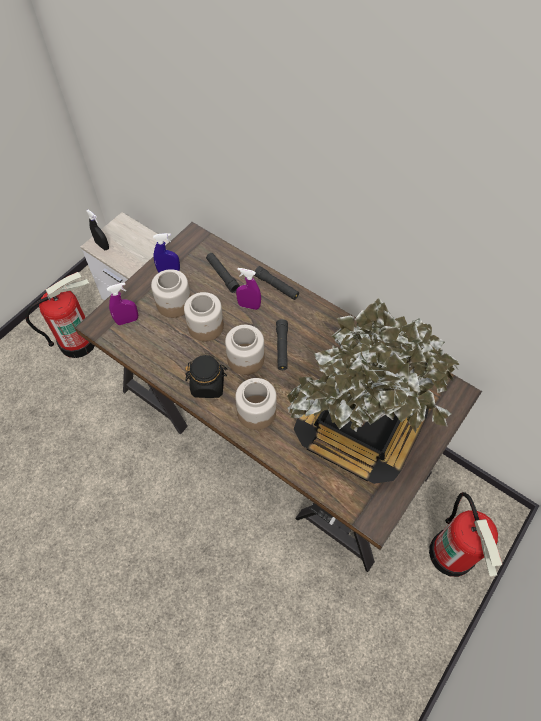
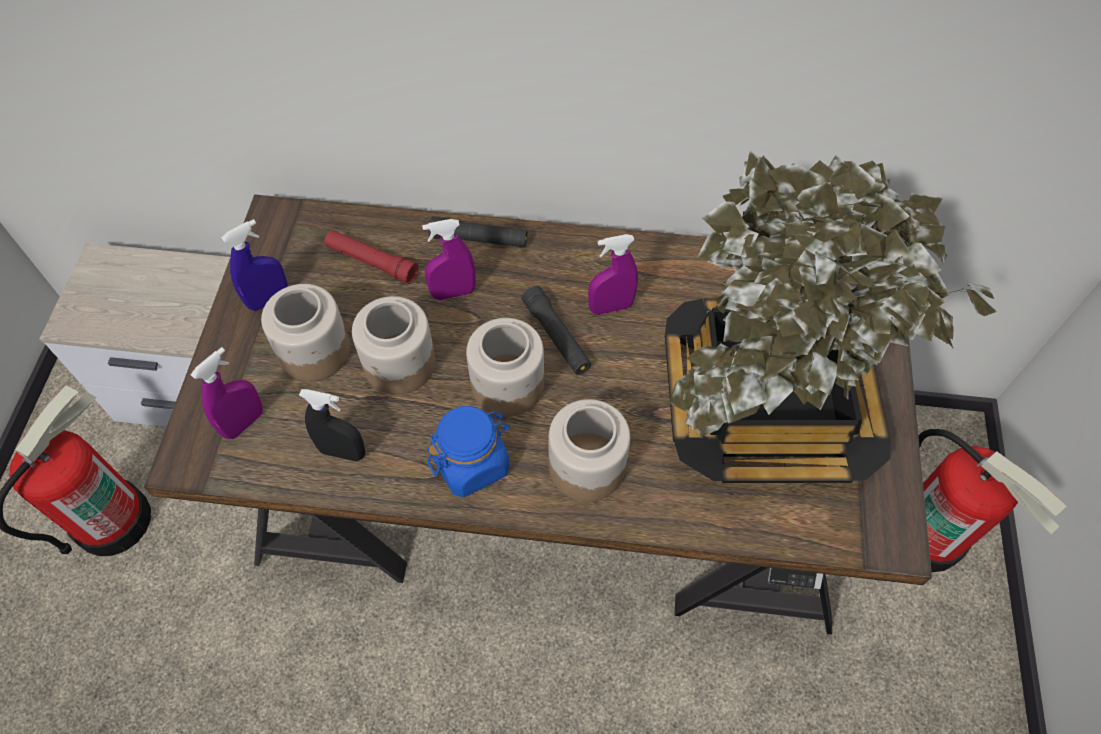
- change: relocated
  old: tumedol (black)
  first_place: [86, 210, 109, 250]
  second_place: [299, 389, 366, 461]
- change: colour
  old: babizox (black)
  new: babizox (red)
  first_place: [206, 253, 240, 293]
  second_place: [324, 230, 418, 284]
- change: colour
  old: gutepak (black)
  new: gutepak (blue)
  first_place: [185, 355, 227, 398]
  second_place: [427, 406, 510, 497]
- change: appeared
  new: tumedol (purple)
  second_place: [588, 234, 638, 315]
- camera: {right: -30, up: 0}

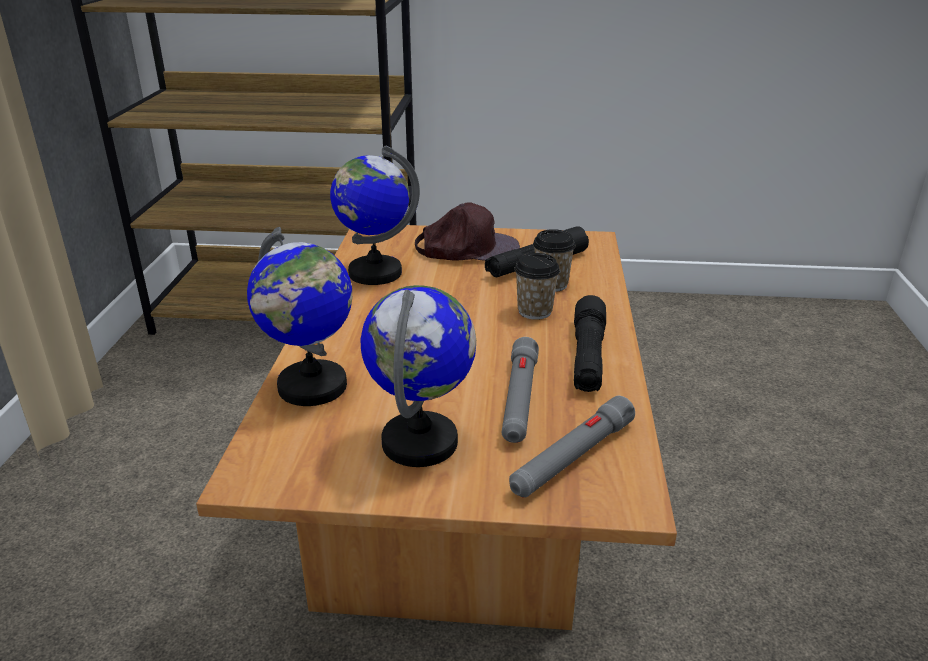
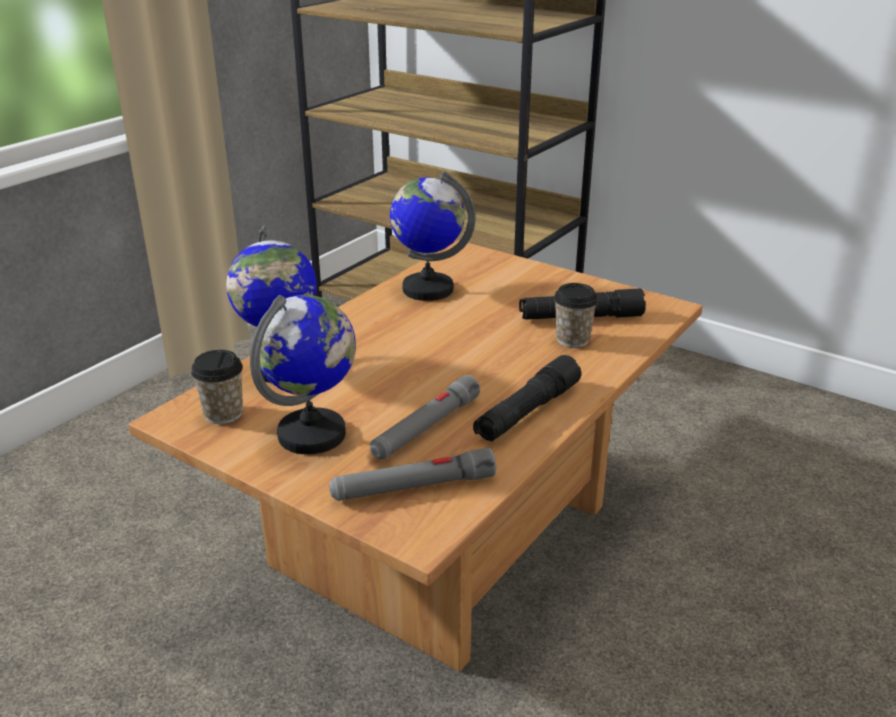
- change: missing
  old: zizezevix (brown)
  first_place: [415, 202, 520, 261]
- change: relocated
  old: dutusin
  first_place: [514, 253, 560, 320]
  second_place: [191, 350, 243, 424]
- camera: {right: 30, up: 0}

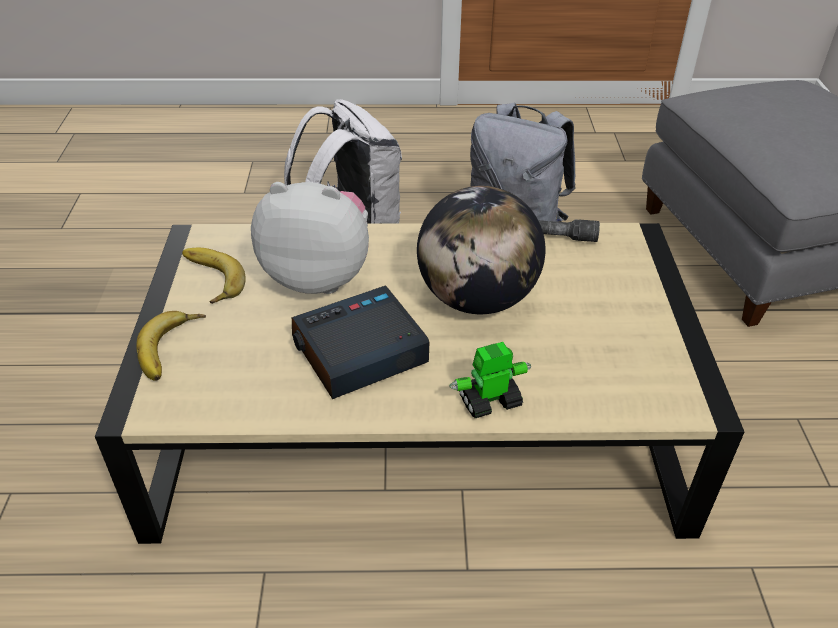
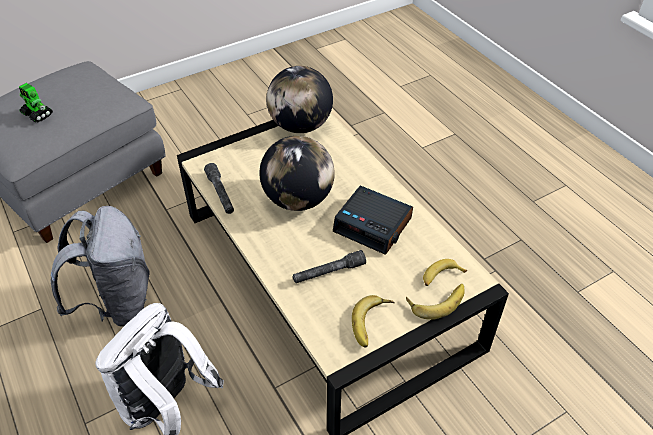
- change: exchanged
  old: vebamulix
  new: babizox (grey)
  first_place: [251, 182, 369, 294]
  second_place: [293, 250, 366, 283]
- change: relocated
  old: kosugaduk
  first_place: [449, 342, 531, 418]
  second_place: [19, 83, 53, 123]
- change: appeared
  new: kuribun
  second_place: [266, 66, 333, 133]
- change: appeared
  new: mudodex
  second_place: [423, 259, 467, 286]
- camera: {right: -120, up: 5}

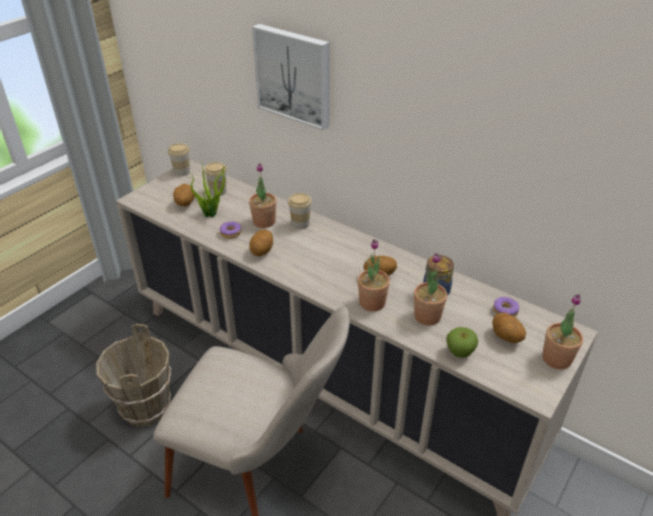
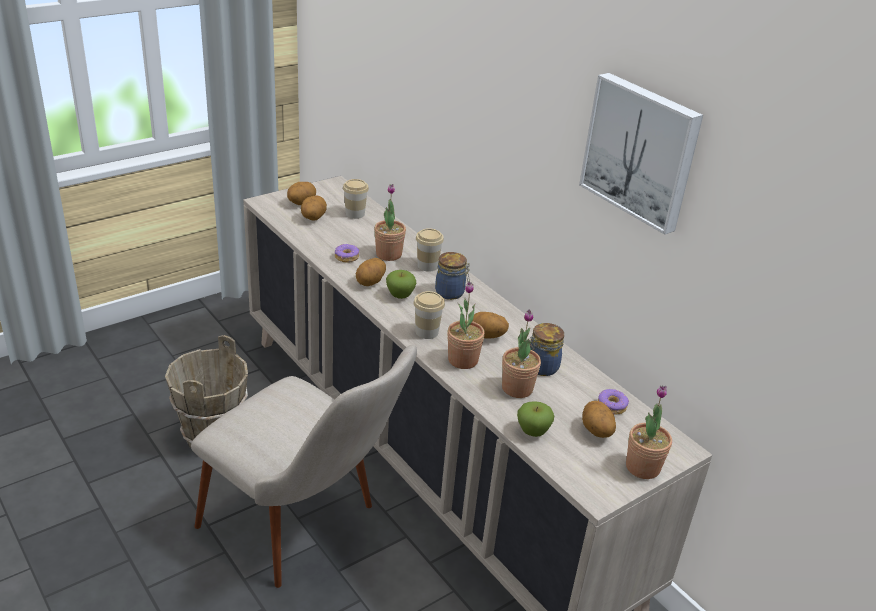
- change: relocated
  old: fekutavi
  first_place: [252, 24, 329, 130]
  second_place: [579, 73, 703, 235]
- change: relocated
  old: dutusin
  first_place: [168, 143, 190, 176]
  second_place: [413, 291, 445, 339]
- change: missing
  old: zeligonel
  first_place: [191, 162, 227, 217]
- change: appeared
  new: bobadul
  second_place: [287, 182, 316, 205]
- change: appeared
  new: gutepak
  second_place: [435, 252, 470, 300]
- change: appeared
  new: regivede
  second_place: [386, 270, 417, 299]
- camera: {right: 15, up: -5}

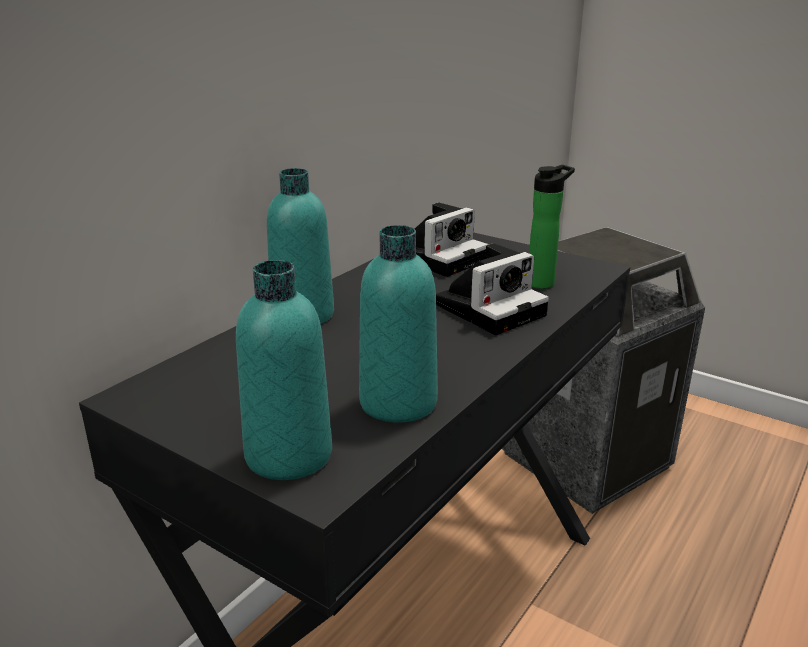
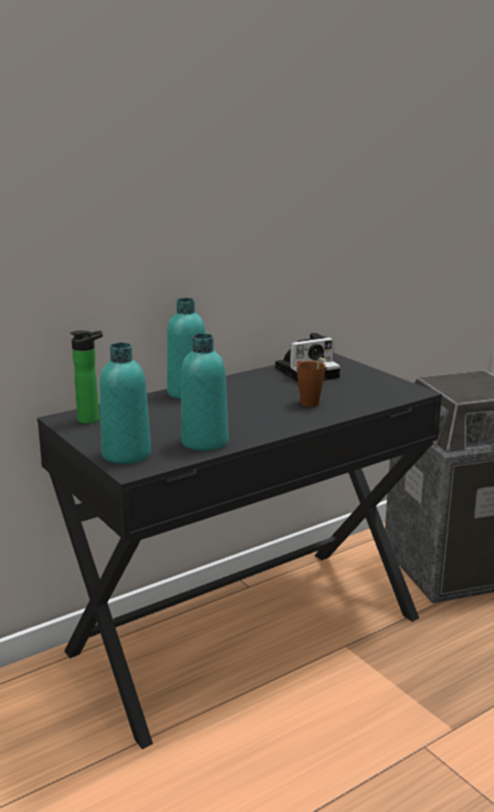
- change: relocated
  old: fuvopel
  first_place: [529, 165, 575, 289]
  second_place: [70, 330, 103, 424]
- change: exchanged
  old: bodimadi
  new: dutusin (brown)
  first_place: [436, 243, 549, 335]
  second_place: [296, 357, 326, 407]
- camera: {right: 20, up: -5}

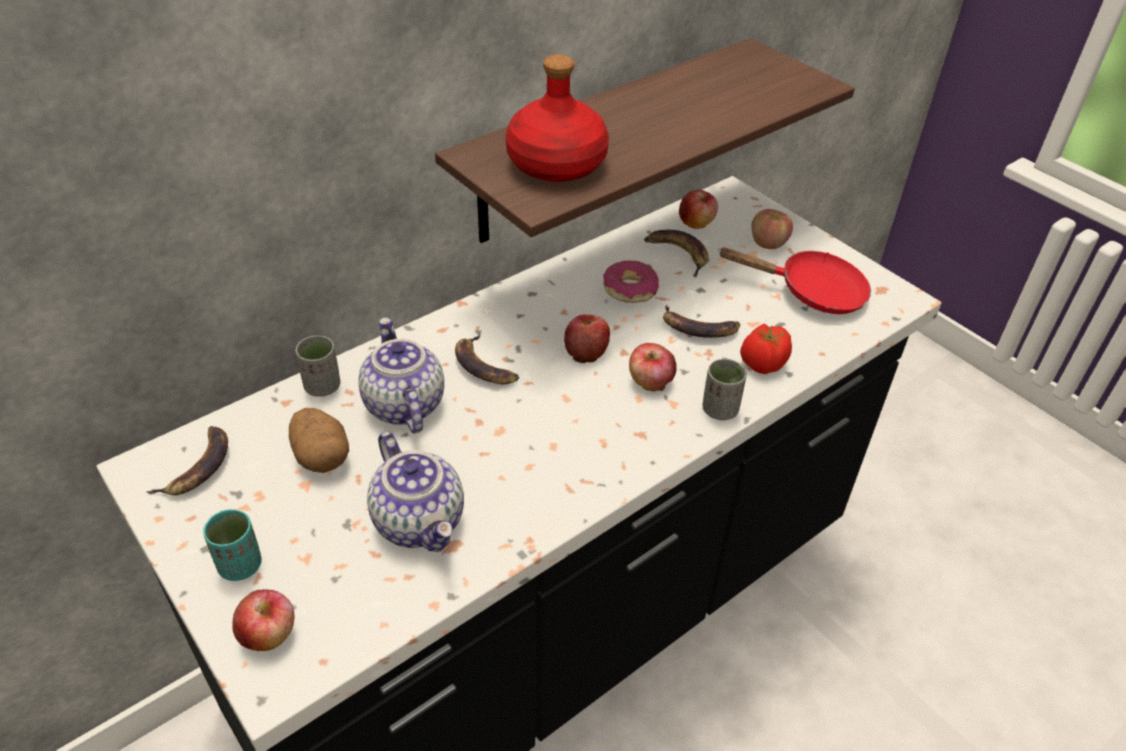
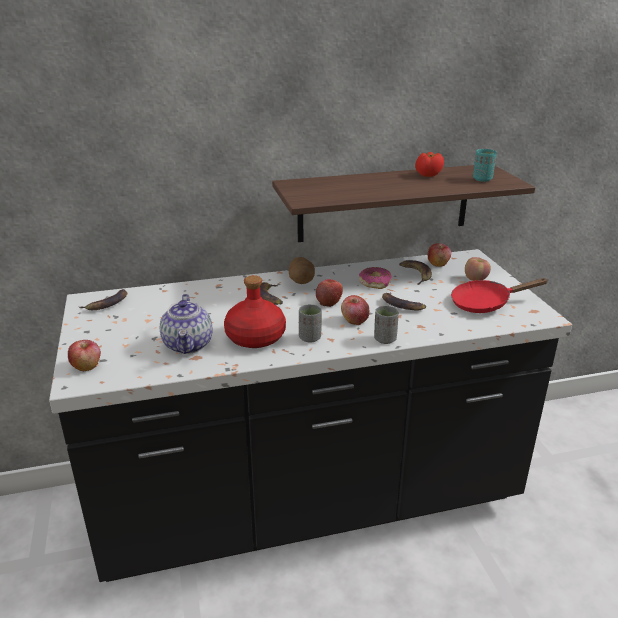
- change: relocated
  old: fuvopel (red)
  first_place: [505, 54, 609, 182]
  second_place: [224, 275, 286, 348]
- change: spun
  old: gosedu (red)
  first_place: [718, 247, 871, 314]
  second_place: [451, 278, 547, 313]
  degrees: 135
- change: missing
  old: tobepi
  first_place: [358, 317, 444, 433]
- change: relocated
  old: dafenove
  first_place: [740, 323, 792, 374]
  second_place: [415, 152, 444, 177]
- change: relocated
  old: dutusin (grey)
  first_place: [295, 336, 340, 397]
  second_place: [299, 304, 322, 343]
- change: relocated
  old: bobadul
  first_place: [289, 408, 349, 473]
  second_place: [289, 257, 315, 284]
- change: relocated
  old: dutusin (turquoise)
  first_place: [203, 509, 262, 581]
  second_place: [473, 149, 497, 182]
- camera: {right: 25, up: -15}

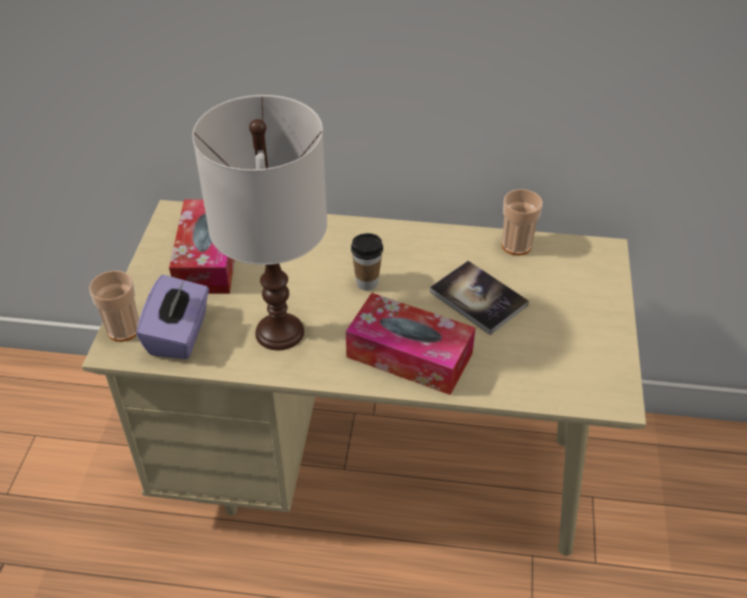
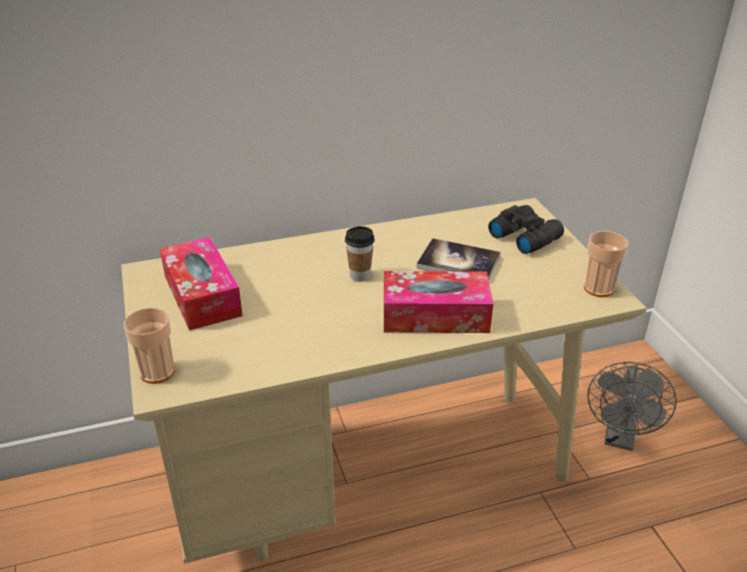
- change: missing
  old: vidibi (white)
  first_place: [192, 95, 327, 350]
- change: relocated
  old: dutusin
  first_place: [502, 189, 543, 255]
  second_place: [584, 231, 629, 297]
- change: missing
  old: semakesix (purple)
  first_place: [136, 275, 209, 359]
- change: appeared
  new: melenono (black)
  second_place: [488, 205, 564, 254]
- change: appeared
  new: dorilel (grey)
  second_place: [587, 362, 677, 451]
- camera: {right: -25, up: -10}

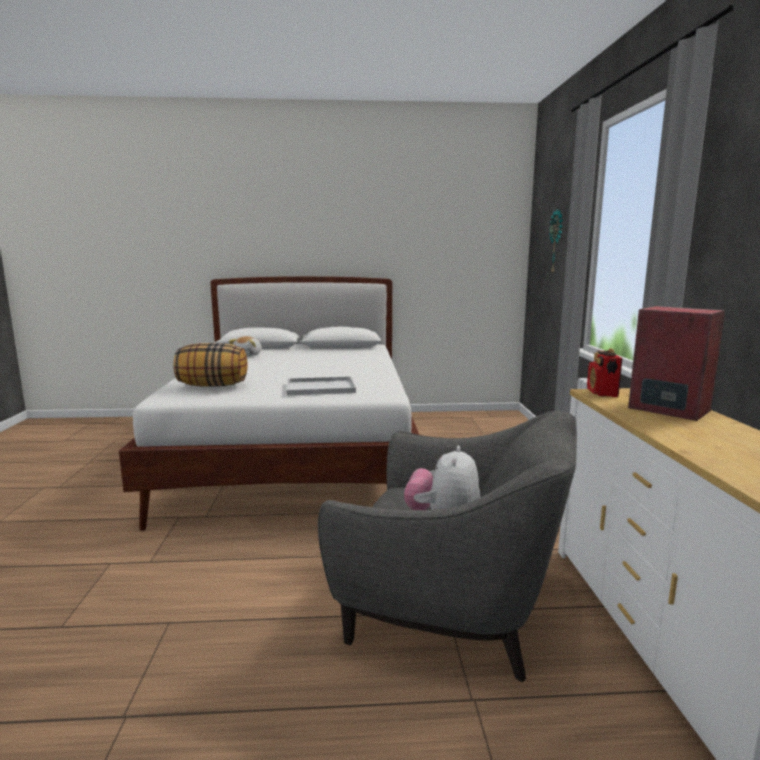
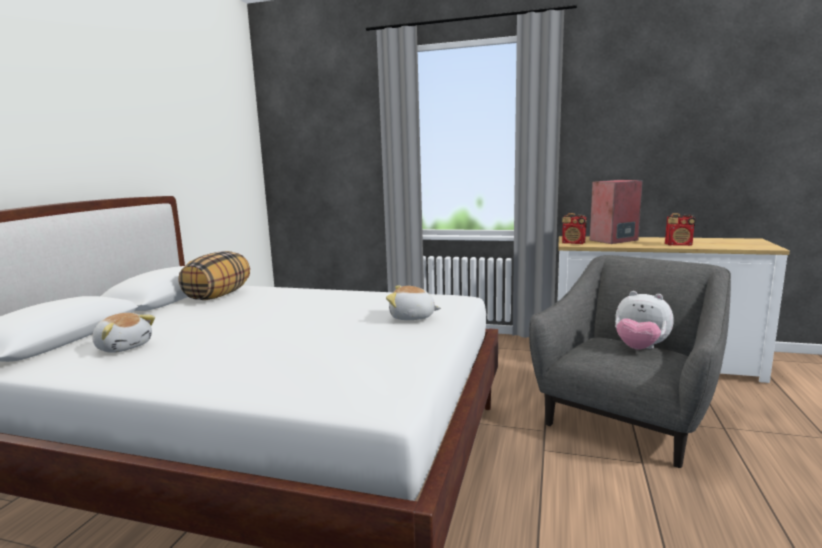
- change: missing
  old: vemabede
  first_place: [549, 209, 563, 275]
- change: relocated
  old: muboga
  first_place: [173, 343, 248, 387]
  second_place: [179, 251, 250, 300]
- change: exchanged
  old: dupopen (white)
  new: vebamulix
  first_place: [286, 376, 356, 395]
  second_place: [386, 285, 441, 320]
- change: appeared
  new: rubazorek
  second_place: [665, 213, 696, 246]
- camera: {right: -70, up: 0}

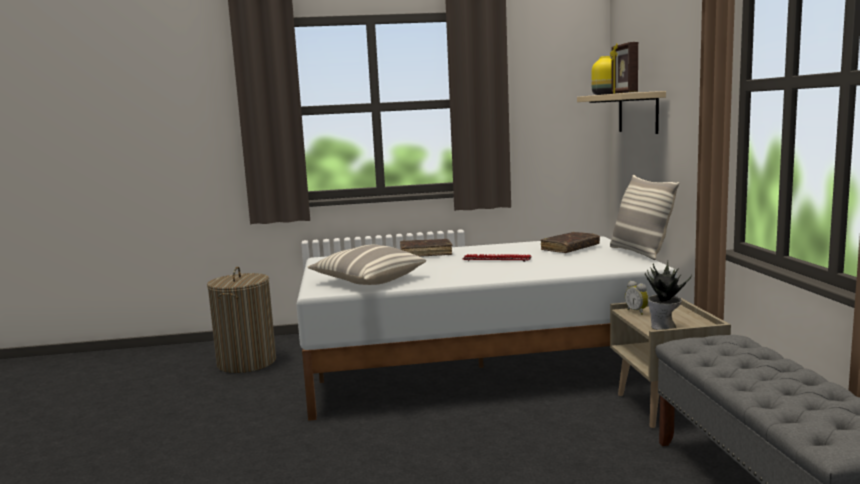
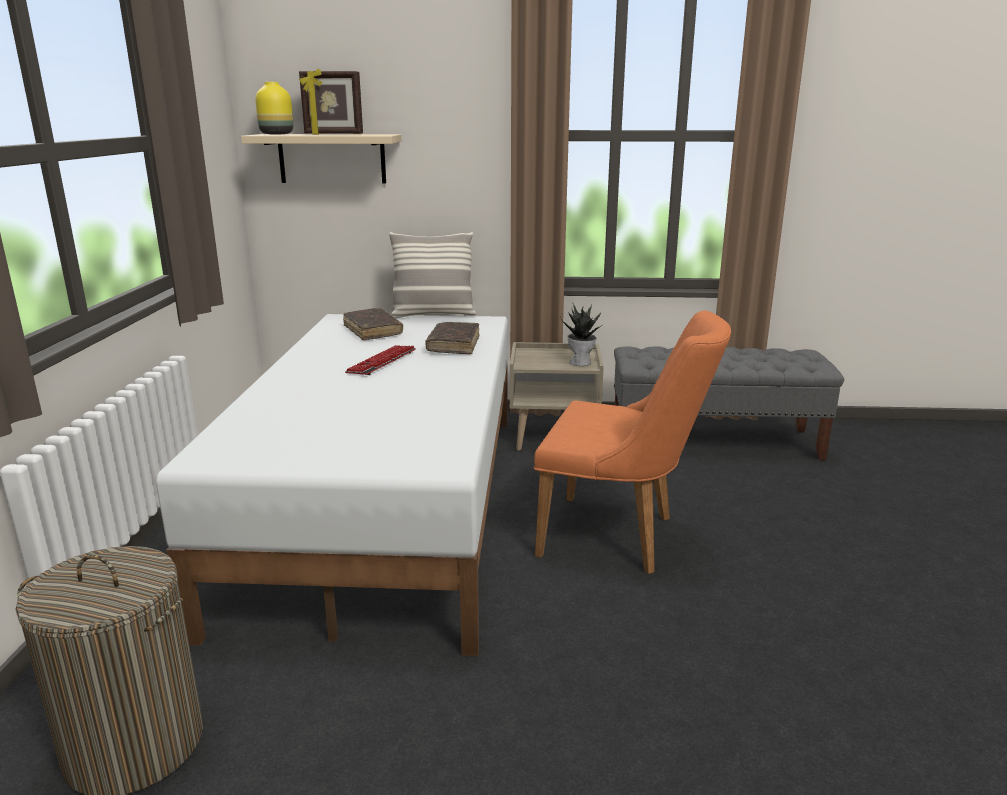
- change: relocated
  old: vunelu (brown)
  first_place: [400, 239, 452, 257]
  second_place: [425, 322, 480, 354]
- change: missing
  old: muboga
  first_place: [307, 245, 426, 285]
- change: missing
  old: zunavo
  first_place: [625, 281, 649, 315]
- change: appeared
  new: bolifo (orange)
  second_place: [534, 311, 731, 574]
- camera: {right: -80, up: 10}

